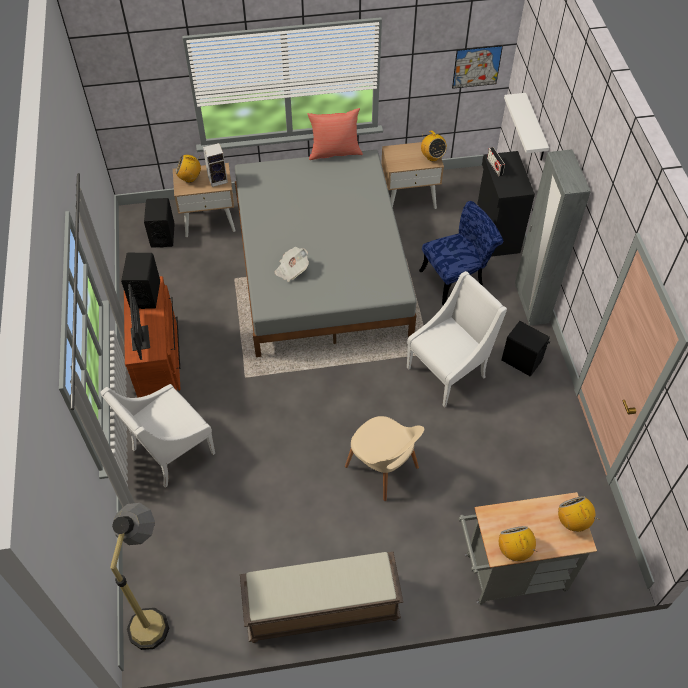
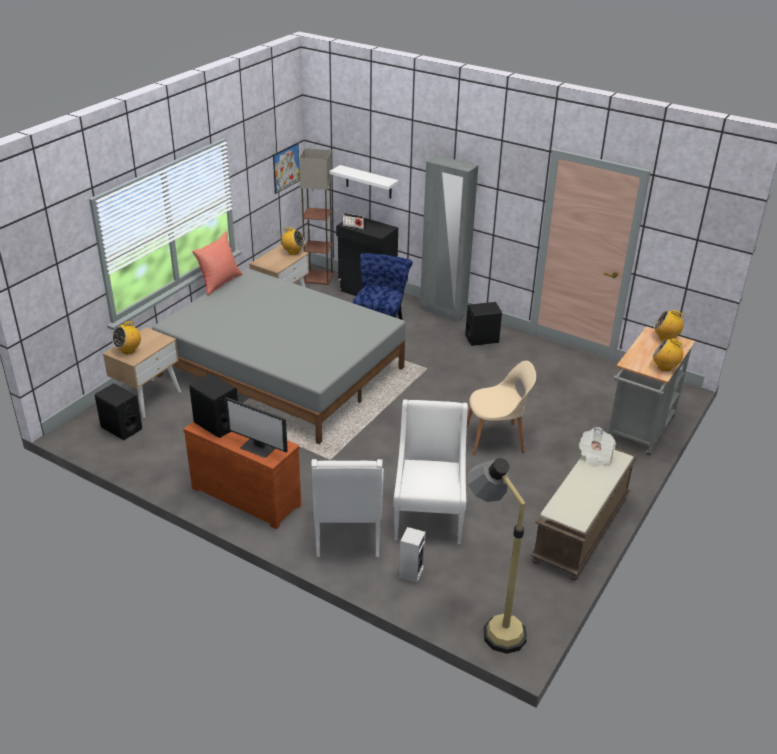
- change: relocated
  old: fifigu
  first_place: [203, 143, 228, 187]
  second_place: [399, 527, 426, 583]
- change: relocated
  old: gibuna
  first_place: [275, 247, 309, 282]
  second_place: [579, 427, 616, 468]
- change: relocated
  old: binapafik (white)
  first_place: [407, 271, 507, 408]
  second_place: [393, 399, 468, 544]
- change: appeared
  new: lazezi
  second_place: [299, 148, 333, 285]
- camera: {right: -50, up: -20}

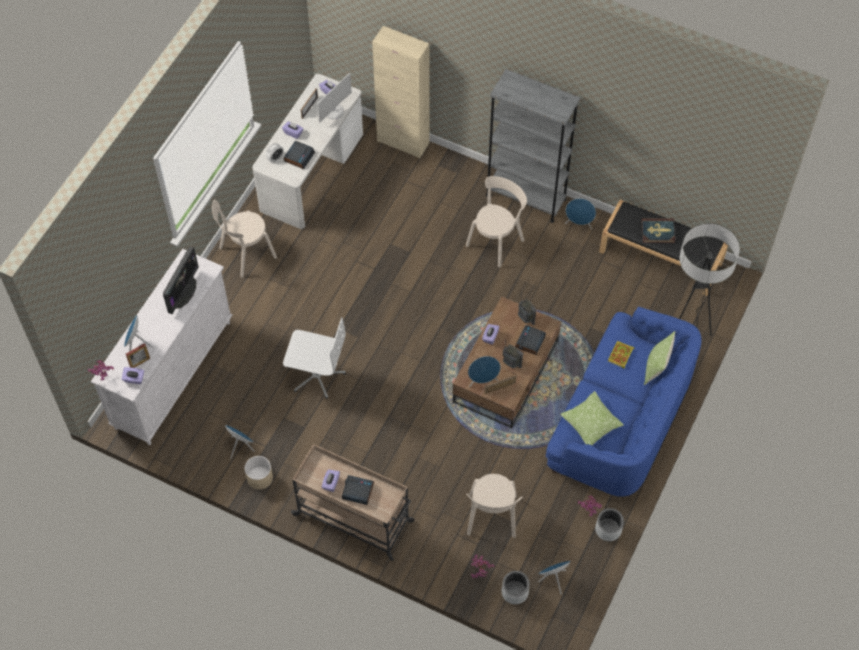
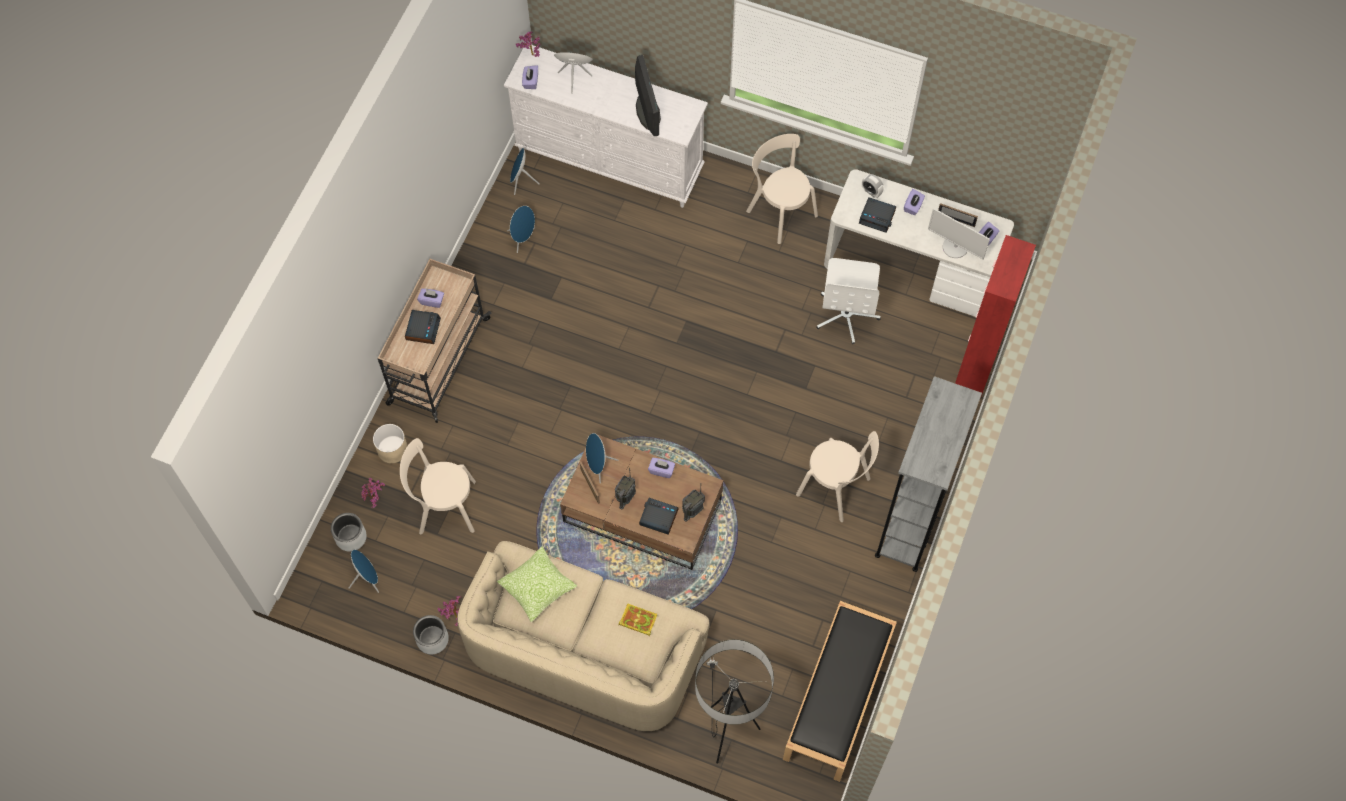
- change: colour
  old: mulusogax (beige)
  new: mulusogax (red)
  first_place: [372, 26, 430, 158]
  second_place: [955, 235, 1036, 396]
- change: relocated
  old: fifigu (blue)
  first_place: [565, 198, 596, 229]
  second_place: [510, 148, 540, 195]
- change: missing
  old: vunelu
  first_place: [641, 218, 675, 243]
- change: spun
  old: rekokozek
  first_place: [163, 247, 199, 314]
  second_place: [635, 55, 661, 136]
  degrees: -120
- change: colour
  old: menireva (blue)
  new: menireva (beige)
  first_place: [546, 307, 701, 496]
  second_place: [457, 541, 709, 731]
- change: relocated
  old: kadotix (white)
  first_place: [283, 317, 346, 399]
  second_place: [816, 258, 881, 344]
- change: missing
  old: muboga
  first_place: [644, 331, 675, 385]
- change: missing
  old: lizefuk
  first_place: [126, 343, 150, 368]
- change: relocated
  old: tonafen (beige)
  first_place: [245, 456, 273, 490]
  second_place: [373, 424, 408, 463]
- camera: {right: 85, up: 5}

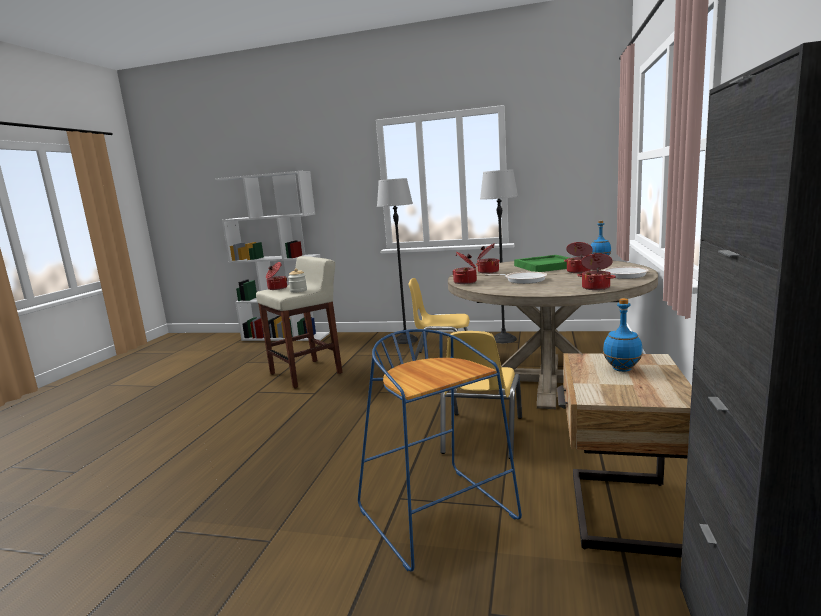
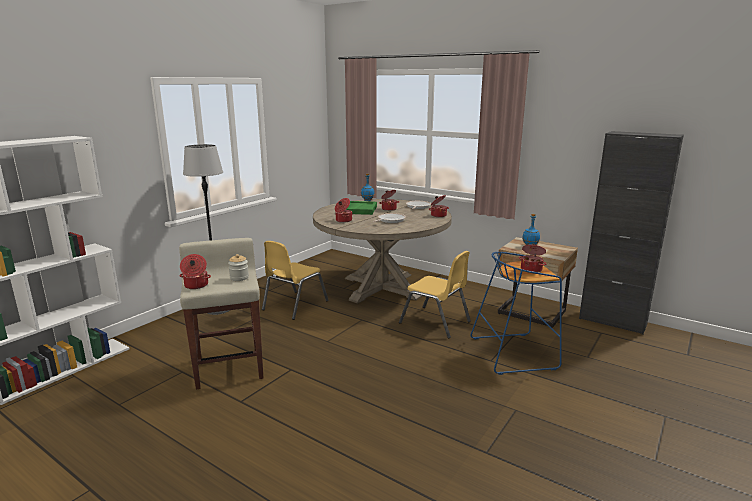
- change: missing
  old: lazezi
  first_place: [480, 169, 518, 343]
- change: relocated
  old: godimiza
  first_place: [452, 252, 477, 284]
  second_place: [519, 244, 547, 272]
- camera: {right: -70, up: 5}

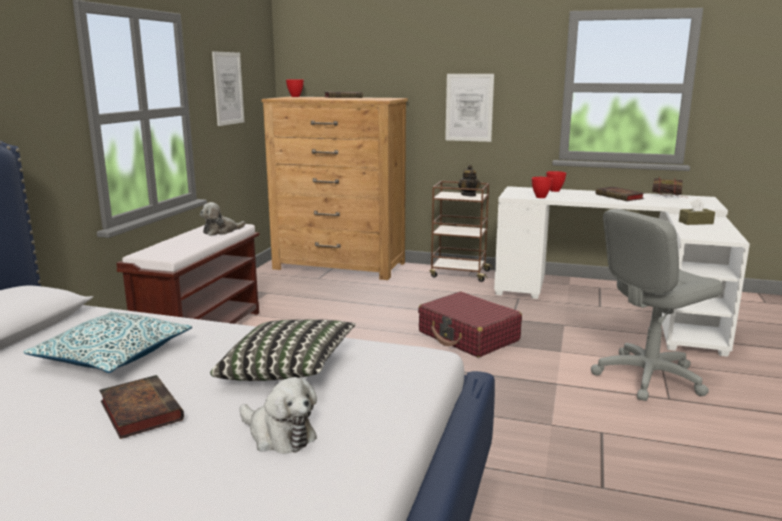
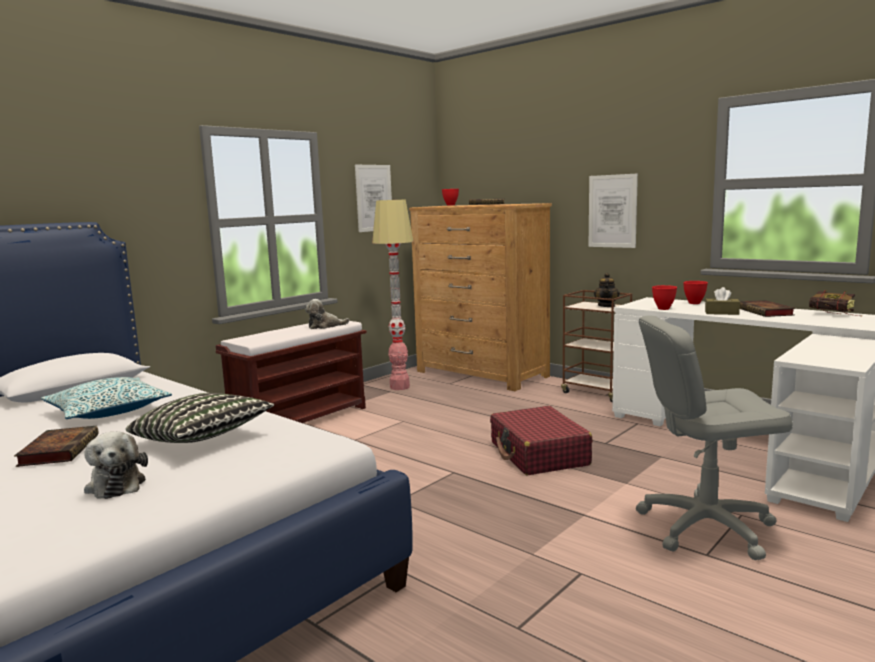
- change: relocated
  old: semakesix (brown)
  first_place: [679, 198, 715, 225]
  second_place: [705, 287, 740, 315]
- change: appeared
  new: lazezi
  second_place: [372, 199, 413, 390]
- camera: {right: 25, up: -5}

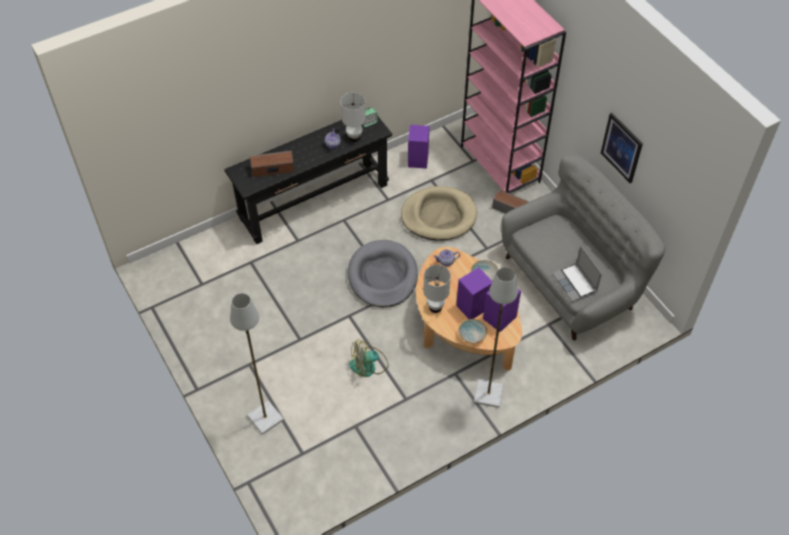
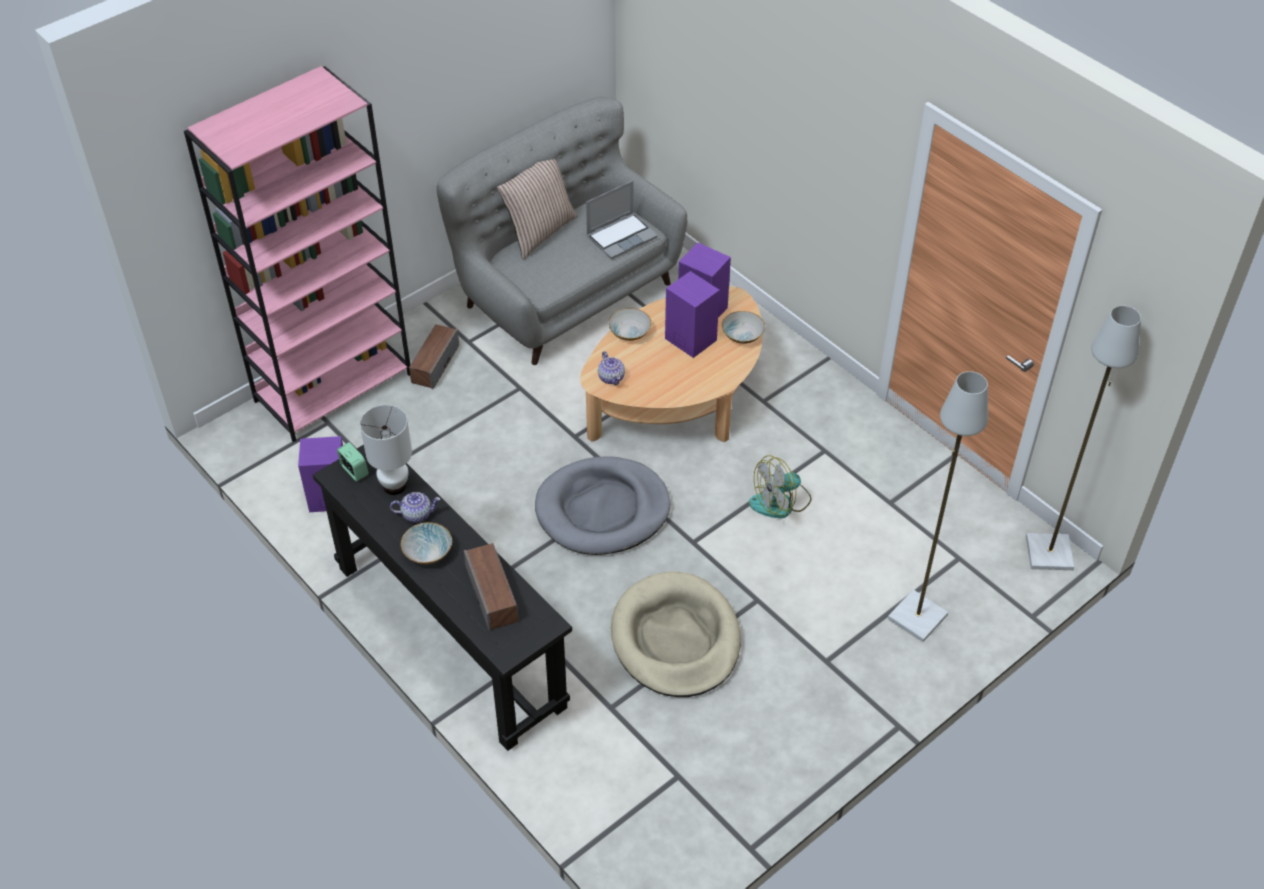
- change: missing
  old: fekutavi
  first_place: [601, 113, 643, 183]
- change: relocated
  old: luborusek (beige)
  first_place: [401, 186, 477, 241]
  second_place: [611, 572, 741, 697]
- change: missing
  old: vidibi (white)
  first_place: [423, 265, 451, 313]
- change: relocated
  old: lazezi (grey)
  first_place: [474, 267, 518, 408]
  second_place: [1026, 305, 1141, 570]
- change: spun
  old: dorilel
  first_place: [349, 339, 389, 377]
  second_place: [749, 456, 811, 518]
  degrees: 90
- change: appeared
  new: muboga
  second_place: [497, 159, 577, 260]
- change: appeared
  new: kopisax
  second_place: [401, 522, 452, 564]
- camera: {right: -100, up: -5}

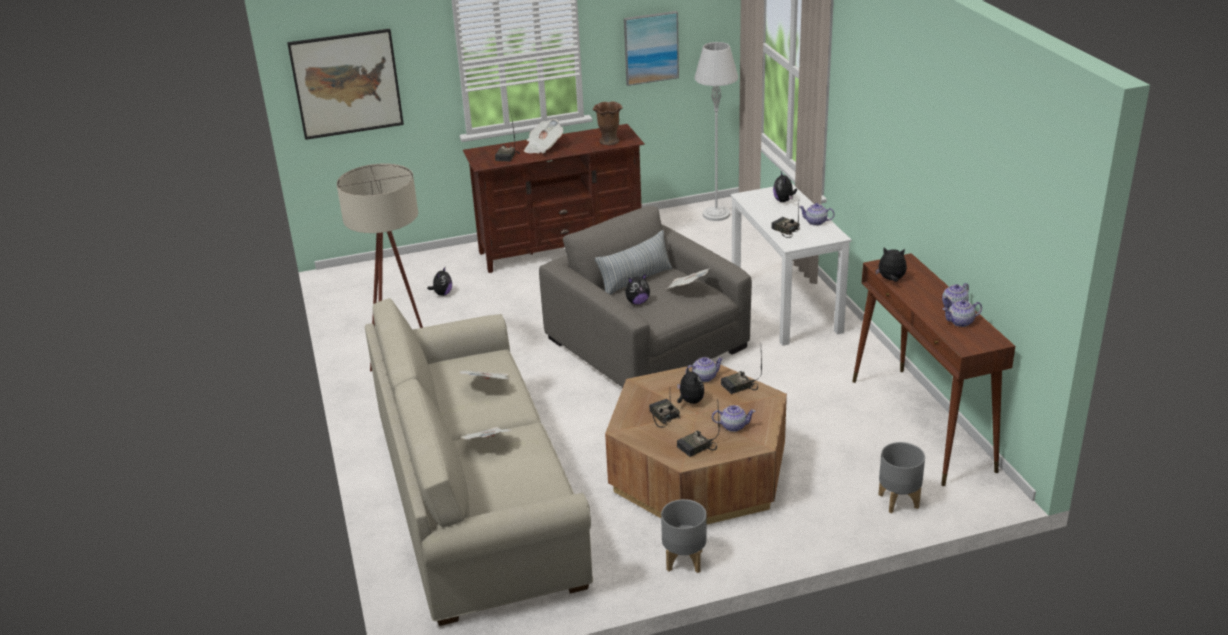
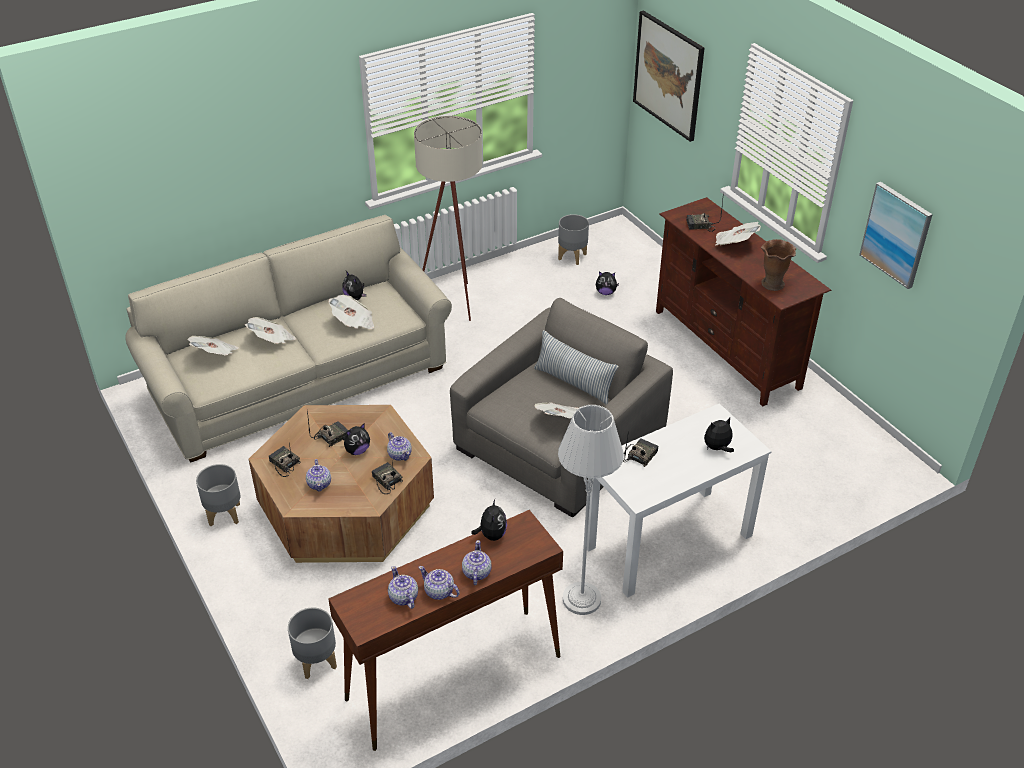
- change: relocated
  old: lazezi (grey)
  first_place: [695, 42, 738, 221]
  second_place: [558, 405, 624, 615]
- change: relocated
  old: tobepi
  first_place: [799, 203, 835, 226]
  second_place: [462, 540, 492, 585]
- change: relocated
  old: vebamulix
  first_place: [625, 274, 650, 305]
  second_place: [342, 271, 366, 300]
- change: appeared
  new: tonafen (grey)
  second_place: [558, 214, 589, 265]
- change: appeared
  new: gibuna
  second_place: [188, 336, 239, 355]
- camera: {right: 75, up: 10}

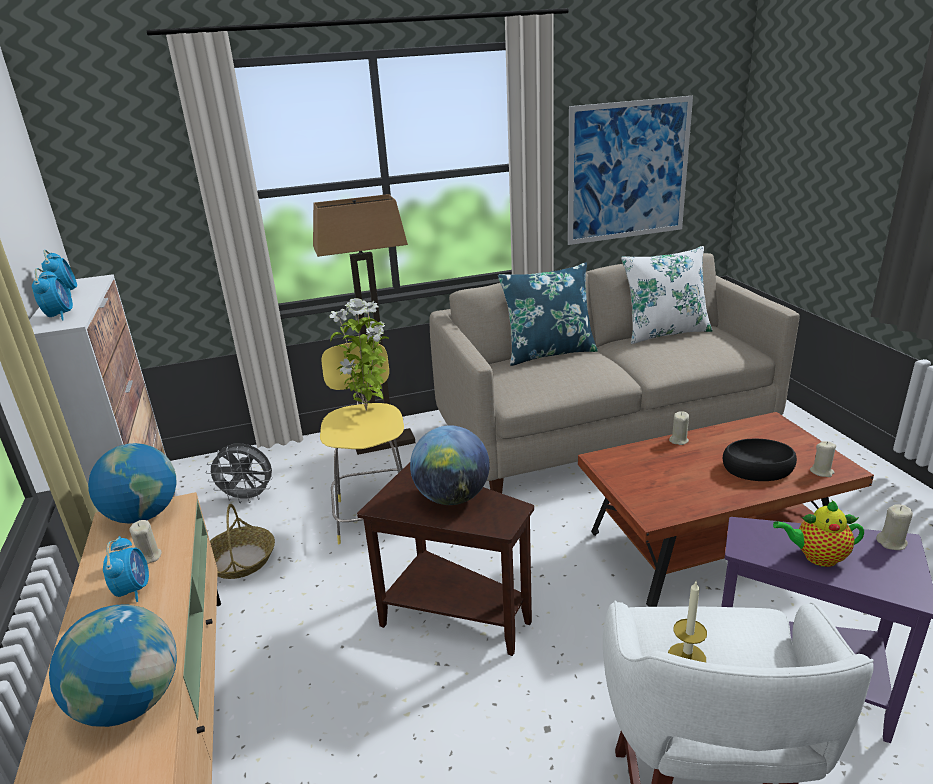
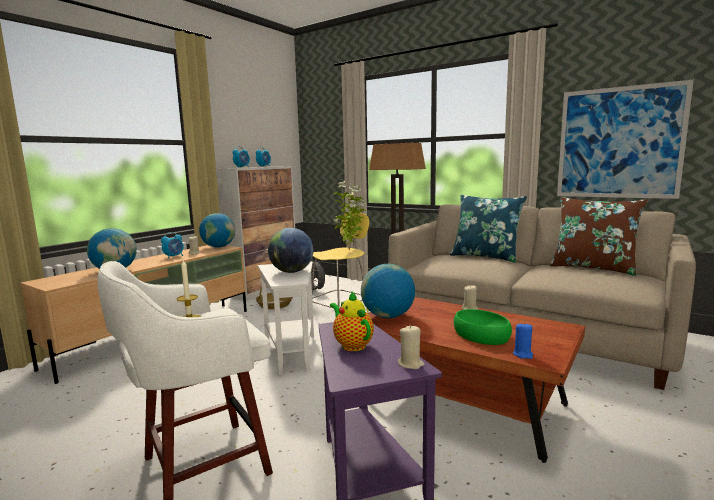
- change: colour
  old: muboga (white)
  new: muboga (brown)
  first_place: [621, 246, 713, 344]
  second_place: [550, 197, 647, 276]
- change: colour
  old: kopisax (black)
  new: kopisax (green)
  first_place: [723, 439, 797, 481]
  second_place: [454, 309, 512, 345]
- change: colour
  old: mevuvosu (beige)
  new: mevuvosu (blue)
  first_place: [810, 441, 836, 477]
  second_place: [513, 322, 533, 359]
- change: colour
  old: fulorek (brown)
  new: fulorek (white)
  first_place: [357, 462, 534, 656]
  second_place: [258, 261, 314, 375]
- change: appeared
  new: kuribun
  second_place: [361, 264, 415, 318]
- camera: {right: 50, up: -15}

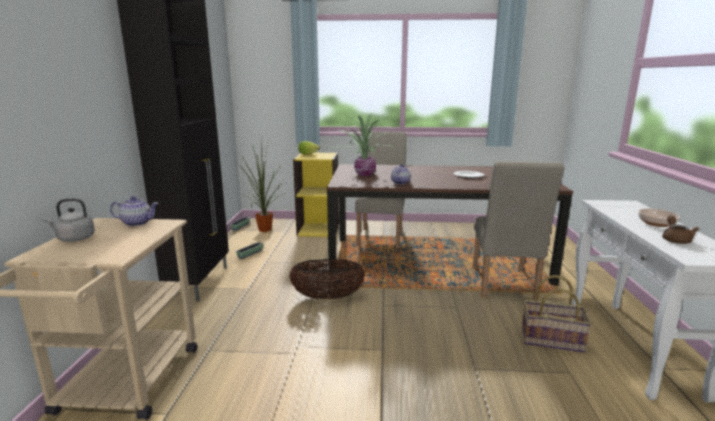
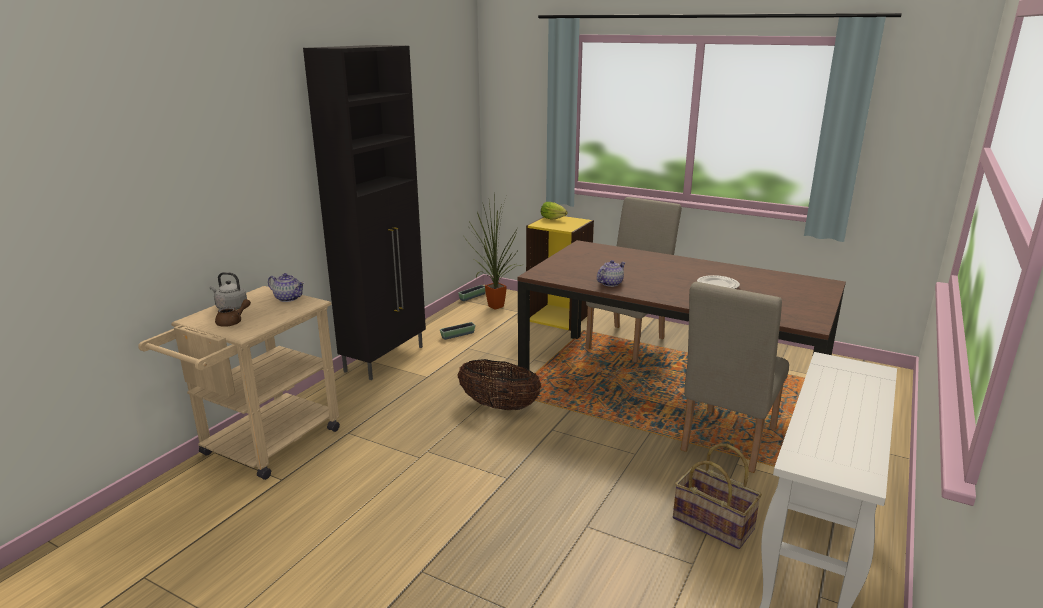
- change: missing
  old: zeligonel
  first_place: [328, 114, 396, 176]
- change: missing
  old: kopisax
  first_place: [638, 209, 680, 227]
- change: relocated
  old: tobepi (brown)
  first_place: [662, 216, 699, 244]
  second_place: [215, 299, 251, 327]
- camera: {right: 25, up: 5}

